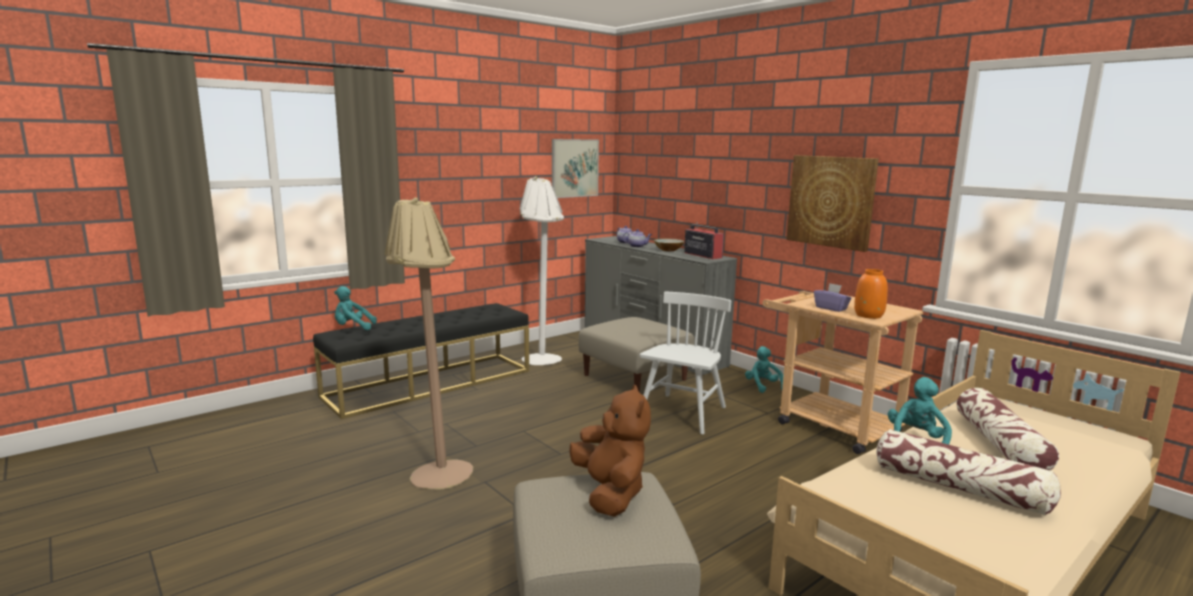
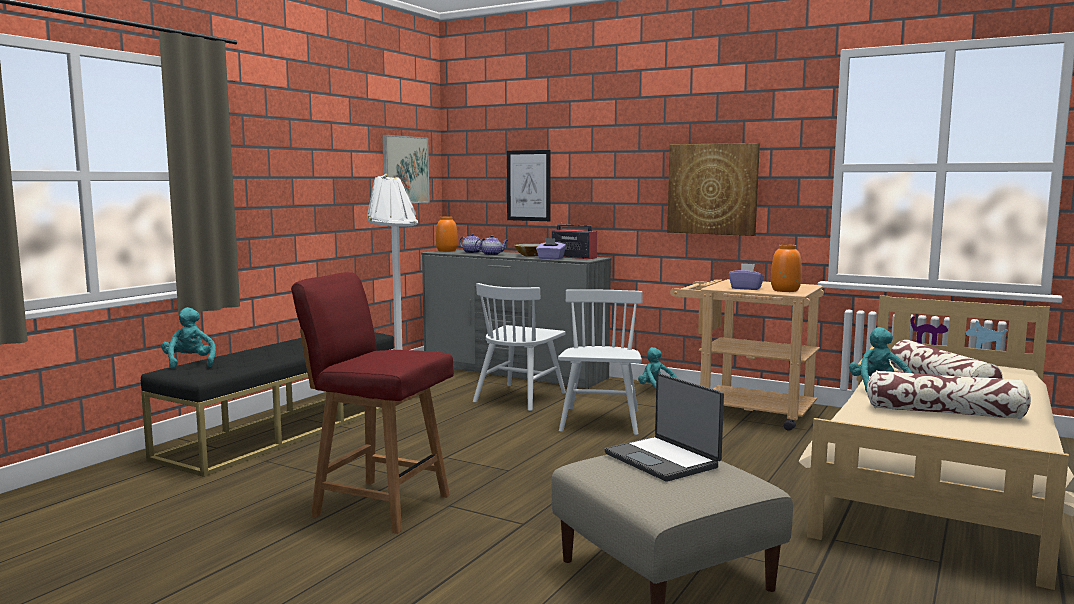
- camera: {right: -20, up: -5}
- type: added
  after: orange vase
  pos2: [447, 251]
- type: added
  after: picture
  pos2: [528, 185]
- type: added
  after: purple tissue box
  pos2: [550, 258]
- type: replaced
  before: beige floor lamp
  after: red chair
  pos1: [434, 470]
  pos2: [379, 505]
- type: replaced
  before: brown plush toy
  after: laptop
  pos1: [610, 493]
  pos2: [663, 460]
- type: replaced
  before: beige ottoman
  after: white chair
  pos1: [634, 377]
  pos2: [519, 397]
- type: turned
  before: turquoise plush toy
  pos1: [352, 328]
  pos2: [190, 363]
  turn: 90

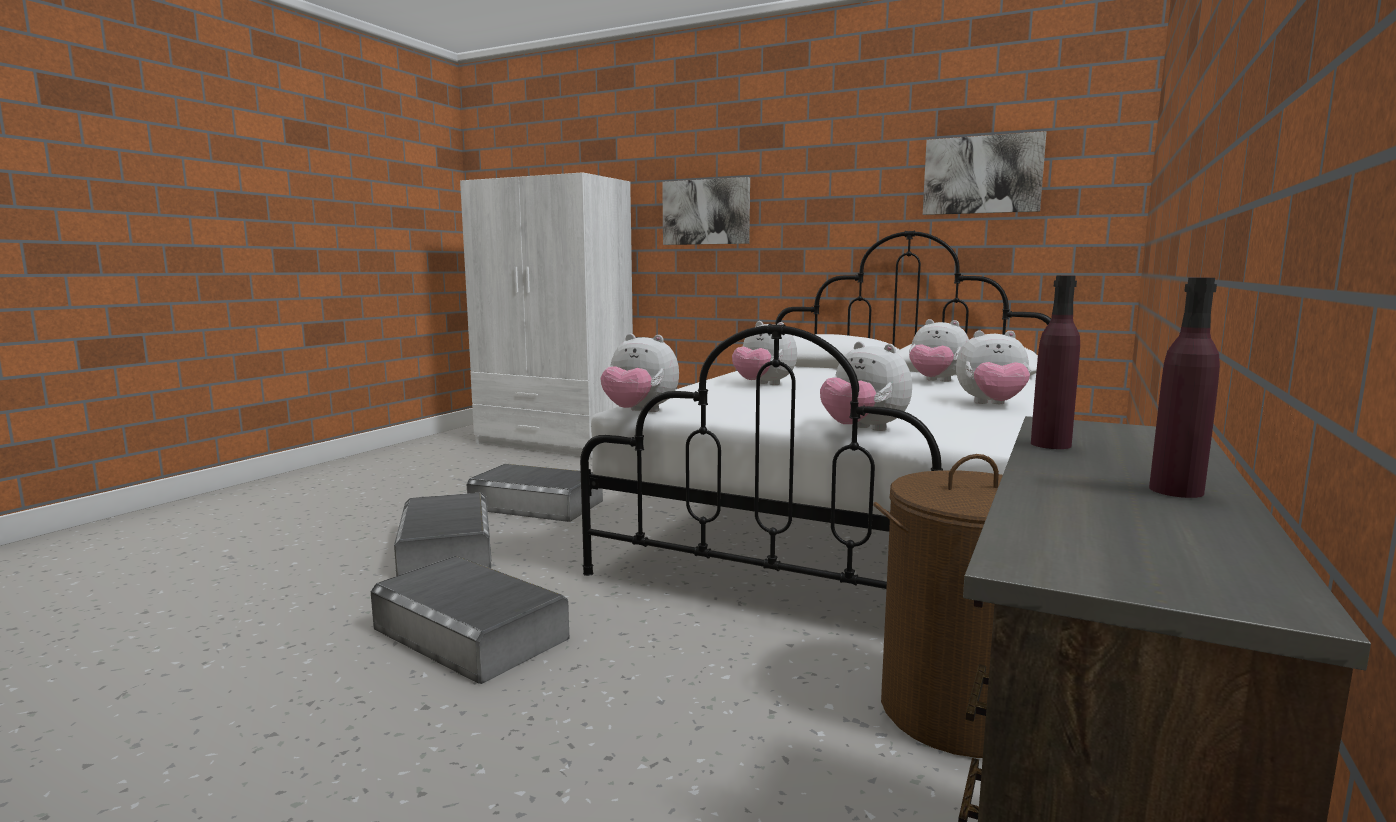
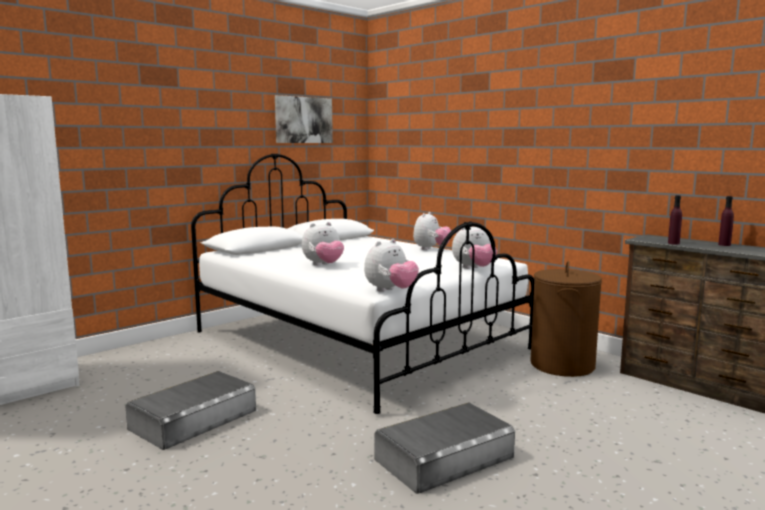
- camera: {right: -70, up: 0}
- type: removed
  before: grey storage box
  pos1: [447, 548]
- type: removed
  before: picture
  pos1: [706, 212]
- type: removed
  before: plush toy
  pos1: [935, 381]

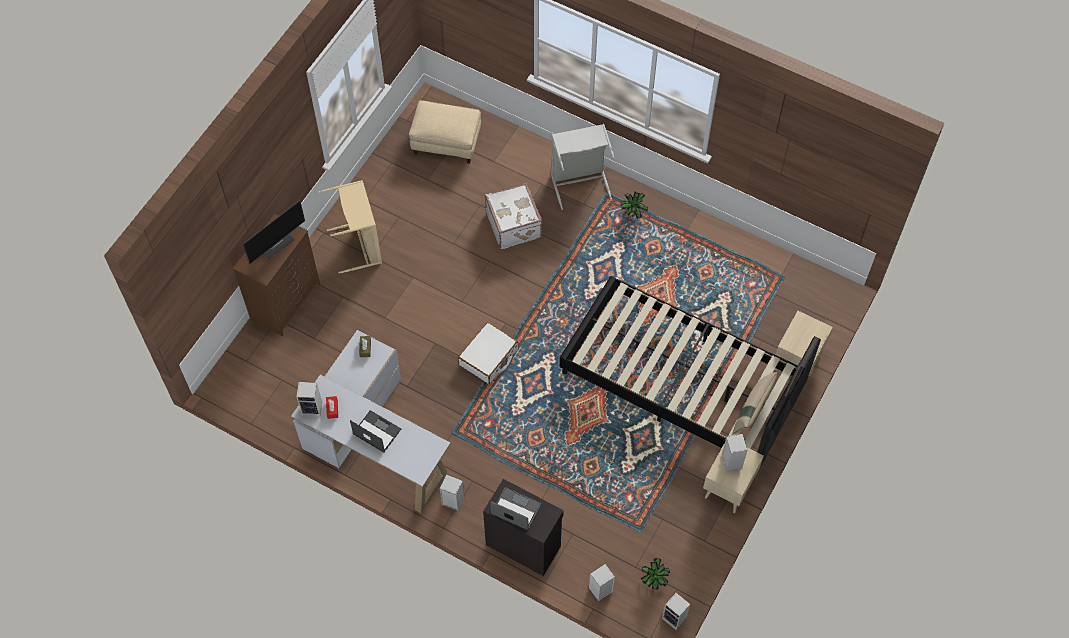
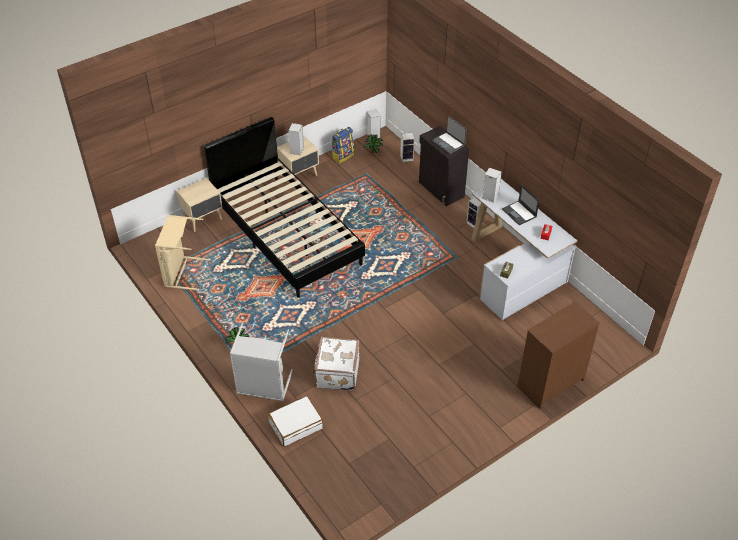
- camera: {right: -155, up: -15}
- type: removed
  before: monitor
  pos1: [275, 242]
- type: removed
  before: beige ottoman
  pos1: [447, 141]
- type: removed
  before: beige pillow
  pos1: [752, 410]
- type: added
  after: backpack
  pos2: [342, 156]
- type: moved
  before: speaker
  pos1: [313, 408]
  pos2: [489, 197]
- type: moved
  before: beige laundry basket
  pos1: [361, 245]
  pos2: [182, 272]
- type: moved
  before: white suitcase
  pos1: [488, 357]
  pos2: [296, 425]

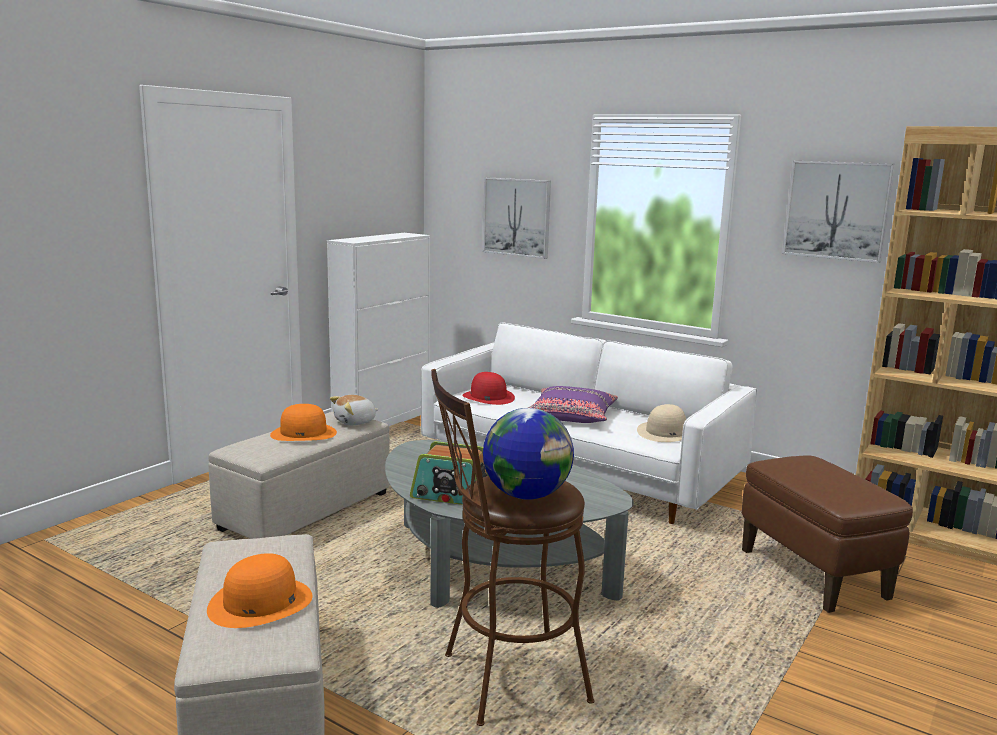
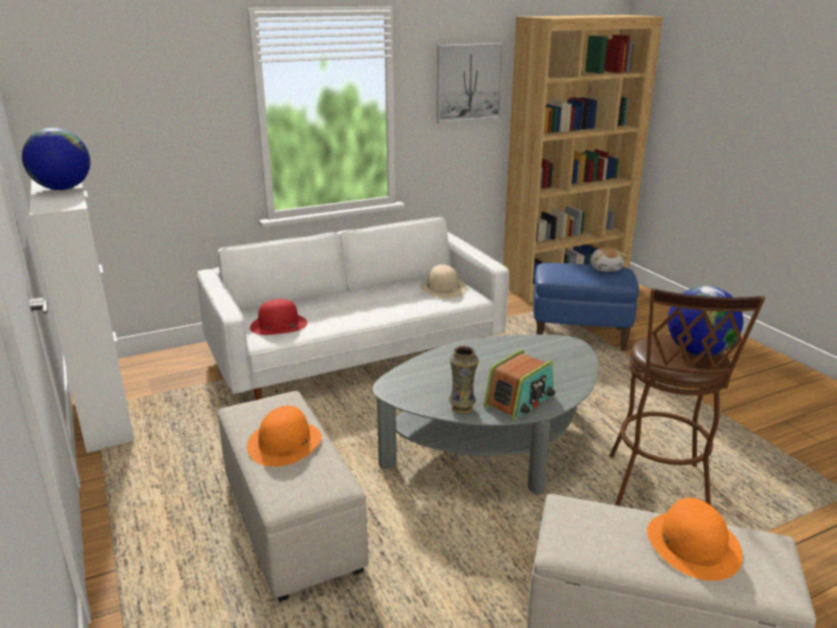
- camera: {right: -60, up: 10}
- type: removed
  before: picture
  pos1: [517, 217]
- type: removed
  before: purple pillow
  pos1: [572, 416]
- type: added
  after: globe
  pos2: [62, 189]
- type: added
  after: vase
  pos2: [462, 408]
- type: moved
  before: plush toy
  pos1: [355, 422]
  pos2: [606, 268]
- type: recoloured
  before: brown ottoman
  after: blue ottoman
  pos1: [813, 574]
  pos2: [580, 336]

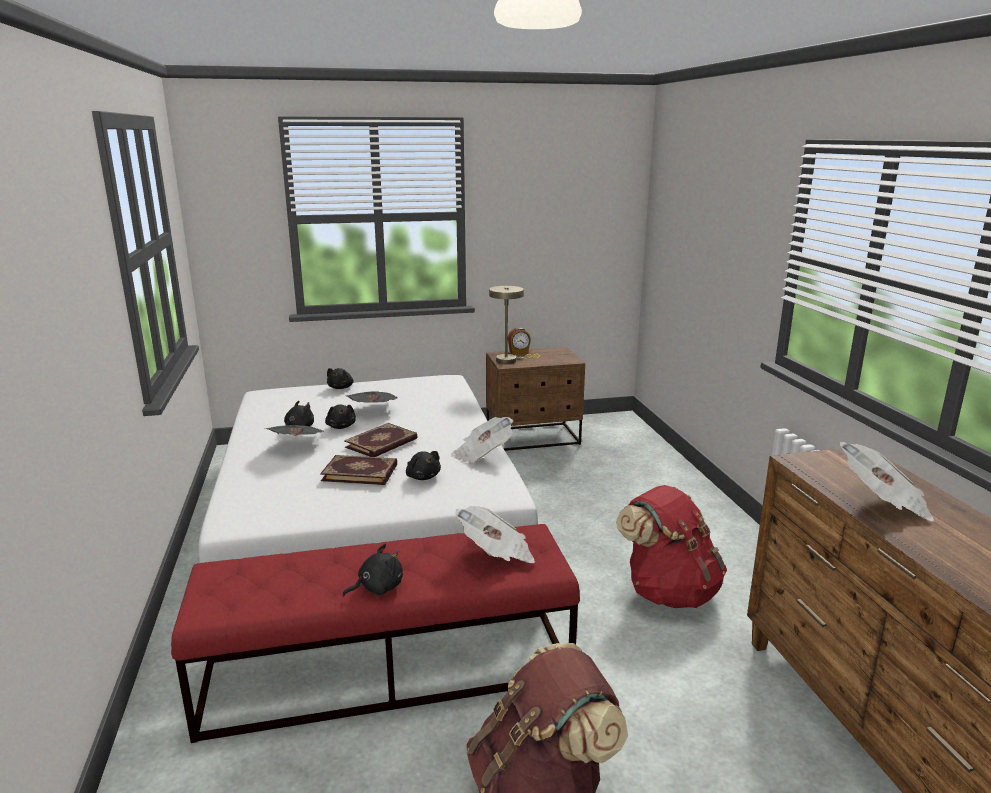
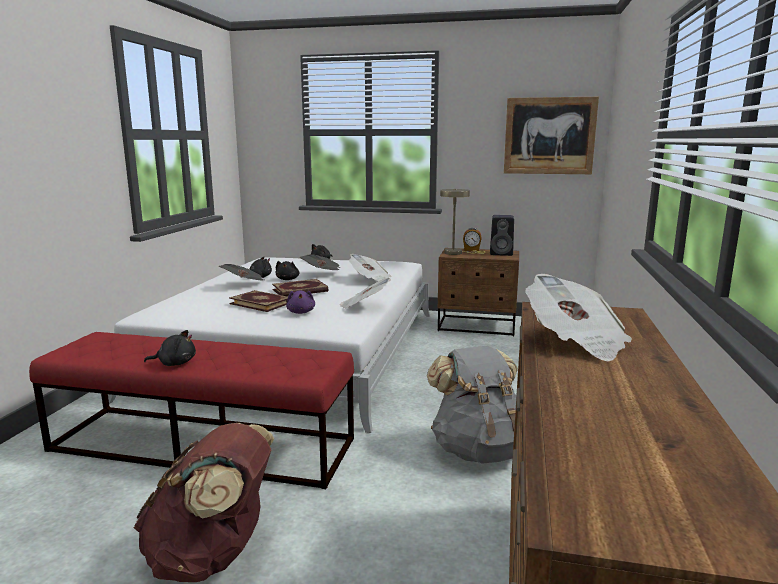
- camera: {right: 25, up: -5}
- type: added
  after: black speaker
  pos2: [502, 253]
- type: added
  after: picture
  pos2: [549, 136]
- type: moved
  before: newspaper
  pos1: [496, 553]
  pos2: [370, 280]
- type: recoloured
  before: black plush toy
  after: purple plush toy
  pos1: [422, 477]
  pos2: [301, 312]
- type: recoloured
  before: red backpack
  after: grey backpack
  pos1: [668, 591]
  pos2: [479, 450]

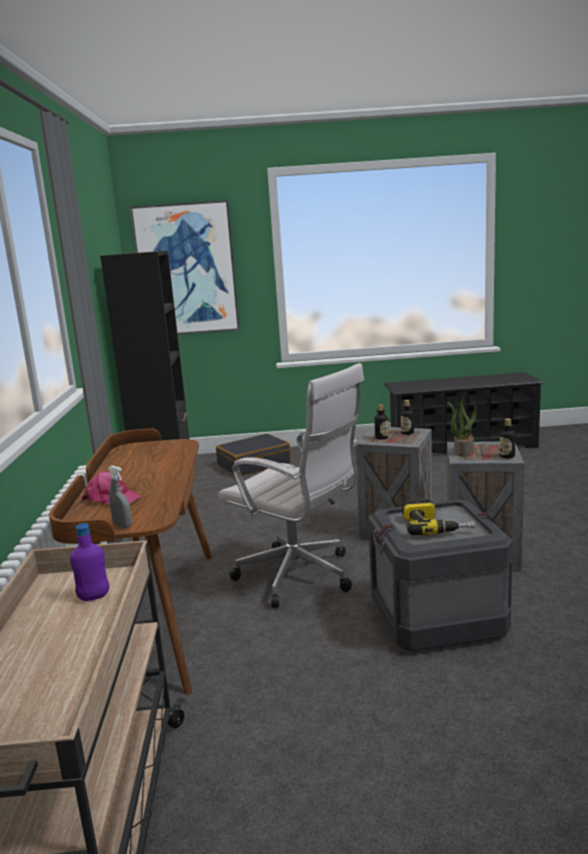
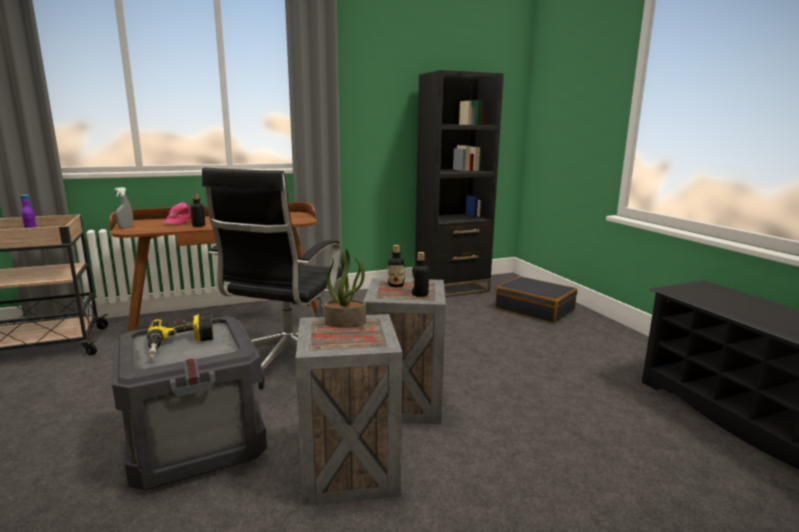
- camera: {right: 70, up: 0}
- type: removed
  before: picture
  pos1: [187, 269]
- type: moved
  before: bottle
  pos1: [507, 456]
  pos2: [198, 226]
- type: recoloured
  before: white office chair
  after: black office chair
  pos1: [300, 577]
  pos2: [286, 364]

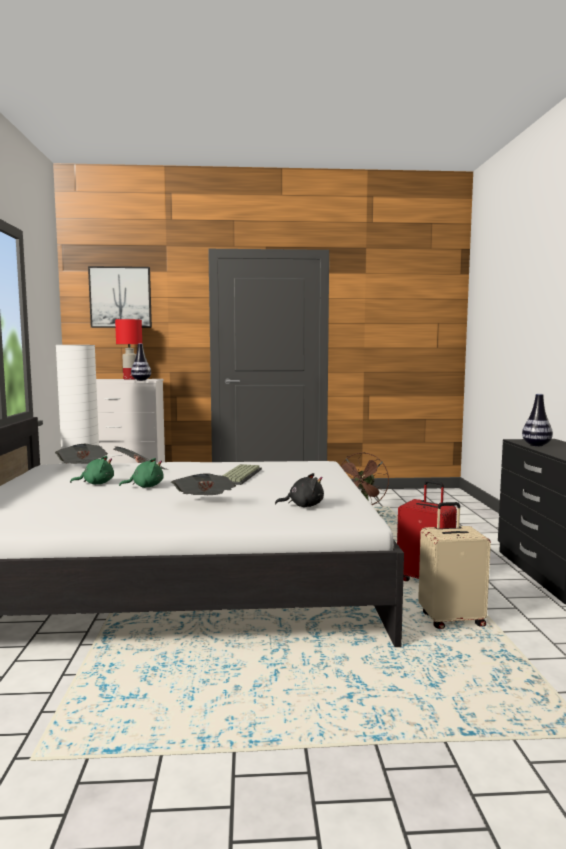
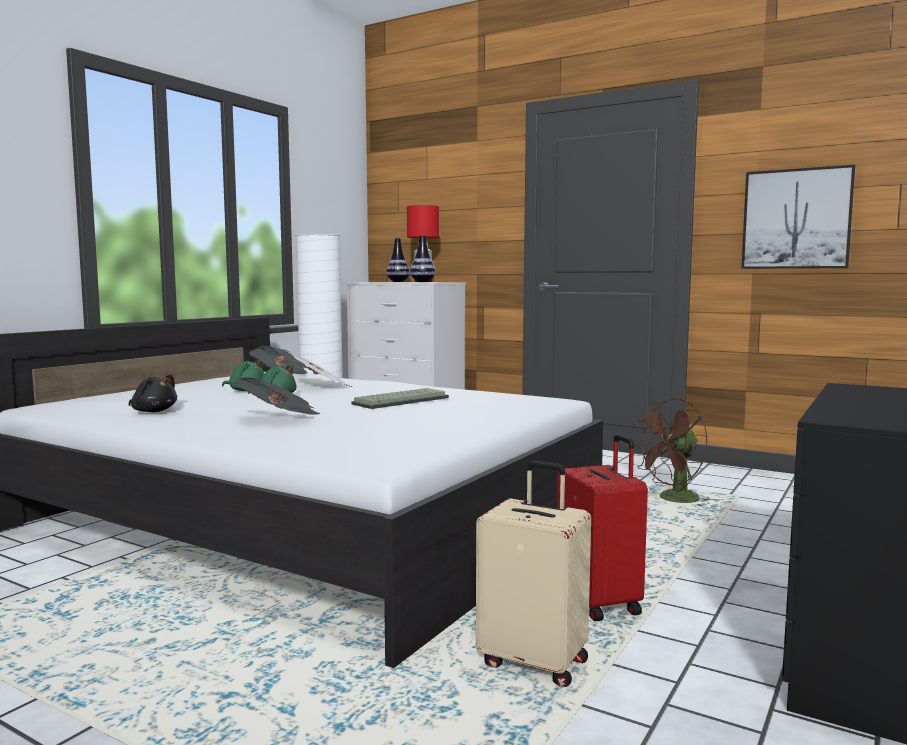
- camera: {right: 35, up: 0}
- type: moved
  before: picture
  pos1: [120, 297]
  pos2: [796, 219]
- type: moved
  before: black plush toy
  pos1: [303, 506]
  pos2: [153, 411]
- type: moved
  before: vase
  pos1: [536, 445]
  pos2: [398, 281]

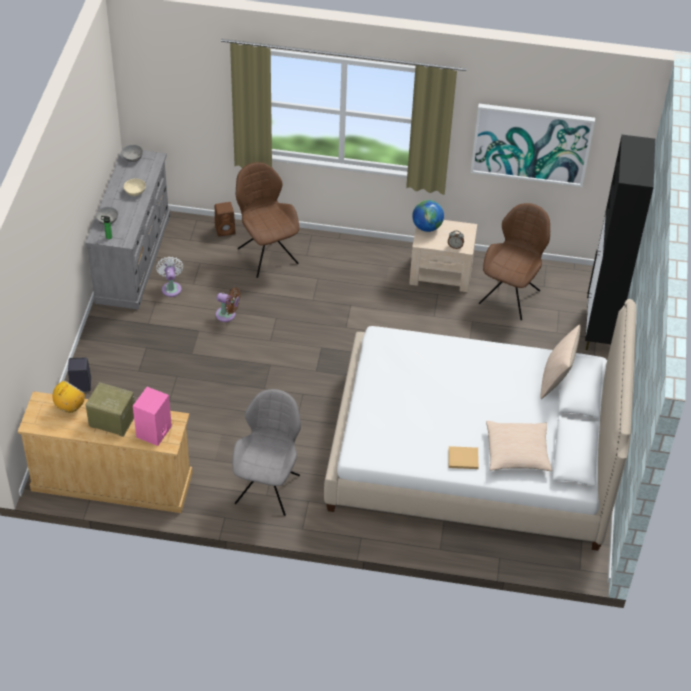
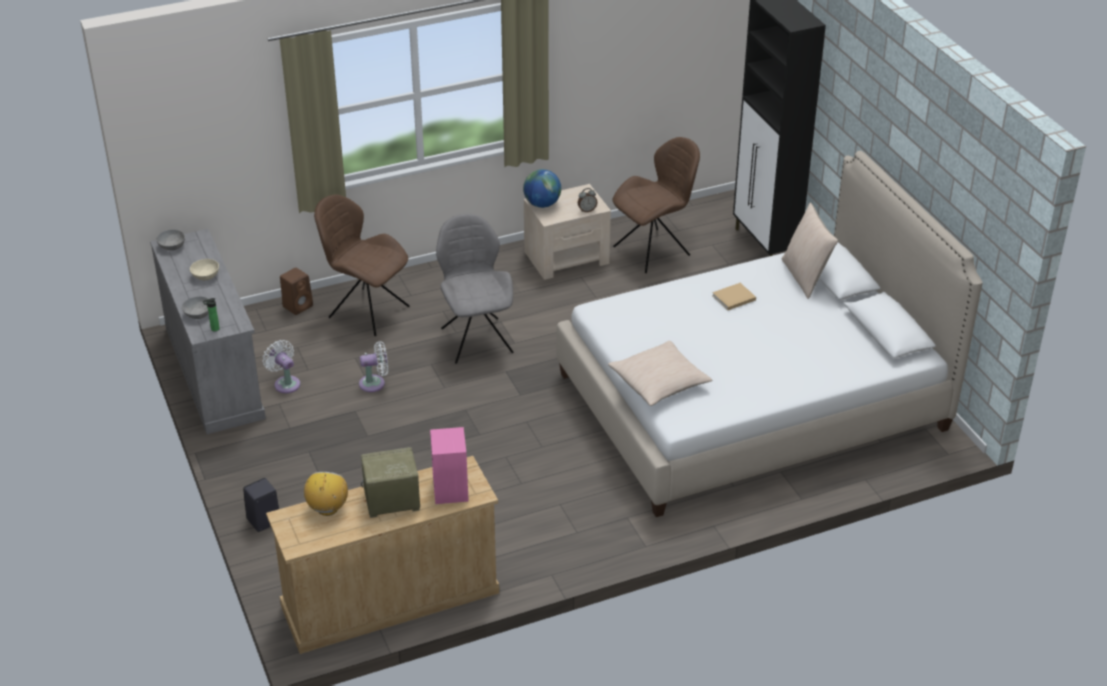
- camera: {right: -30, up: -10}
- type: removed
  before: picture
  pos1: [531, 144]
- type: moved
  before: grey chair
  pos1: [268, 487]
  pos2: [476, 338]
- type: moved
  before: beige book
  pos1: [462, 458]
  pos2: [732, 298]
- type: moved
  before: beige pillow
  pos1: [517, 452]
  pos2: [659, 382]
- type: recoloured
  before: brown fan
  after: white fan
  pos1: [227, 315]
  pos2: [375, 383]
- type: turned
  before: brown chair
  pos1: [510, 295]
  pos2: [654, 250]
  turn: 60

